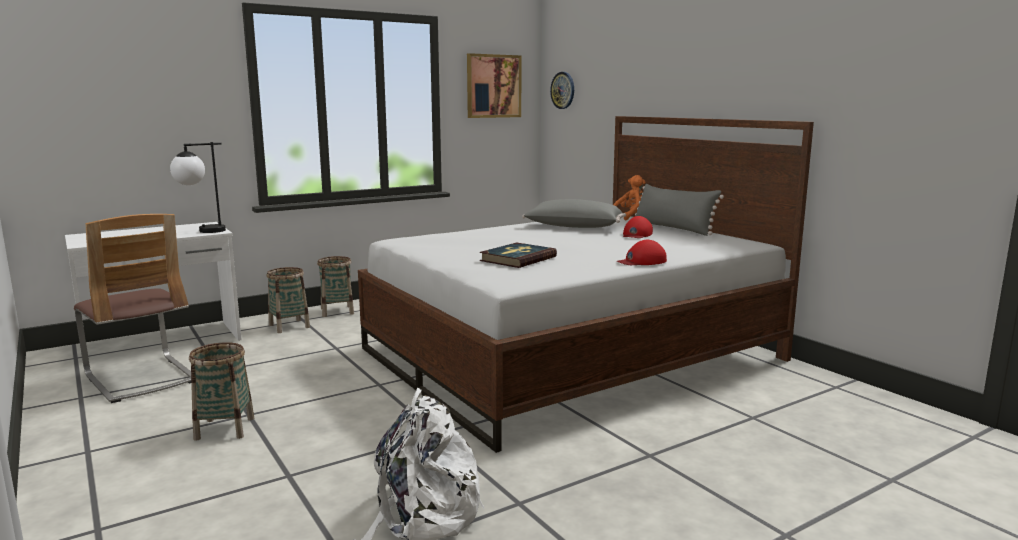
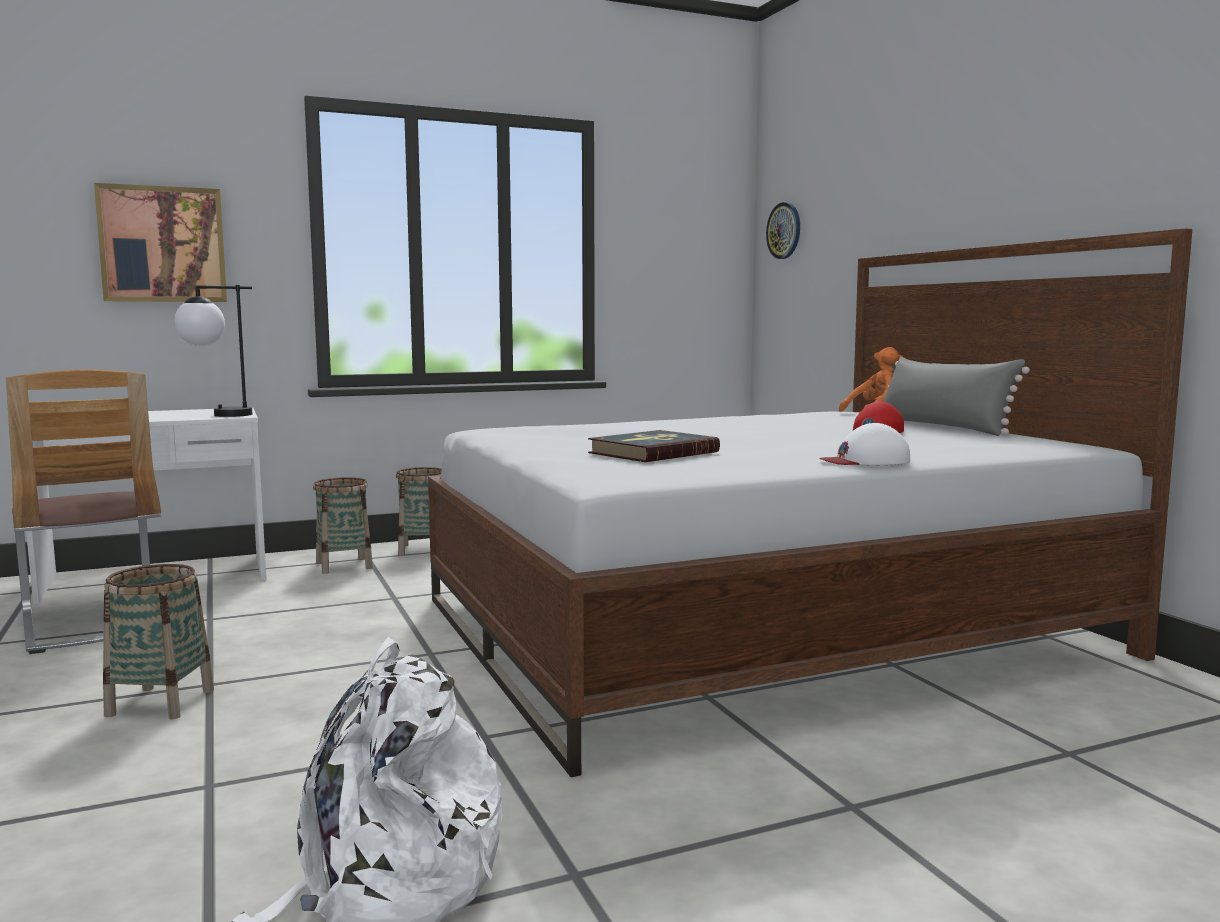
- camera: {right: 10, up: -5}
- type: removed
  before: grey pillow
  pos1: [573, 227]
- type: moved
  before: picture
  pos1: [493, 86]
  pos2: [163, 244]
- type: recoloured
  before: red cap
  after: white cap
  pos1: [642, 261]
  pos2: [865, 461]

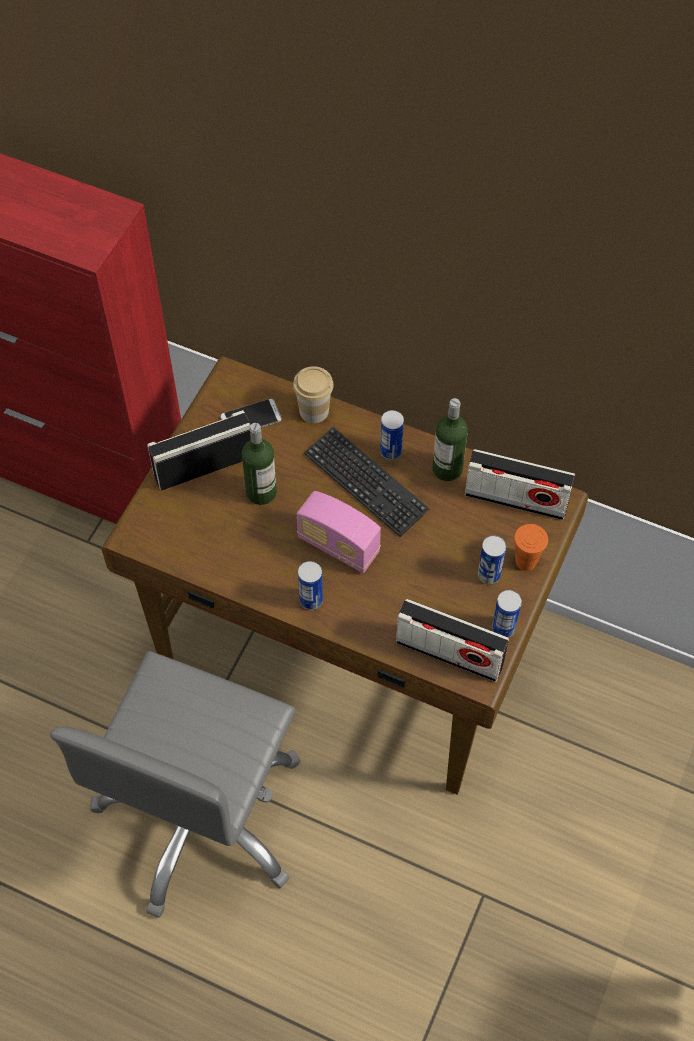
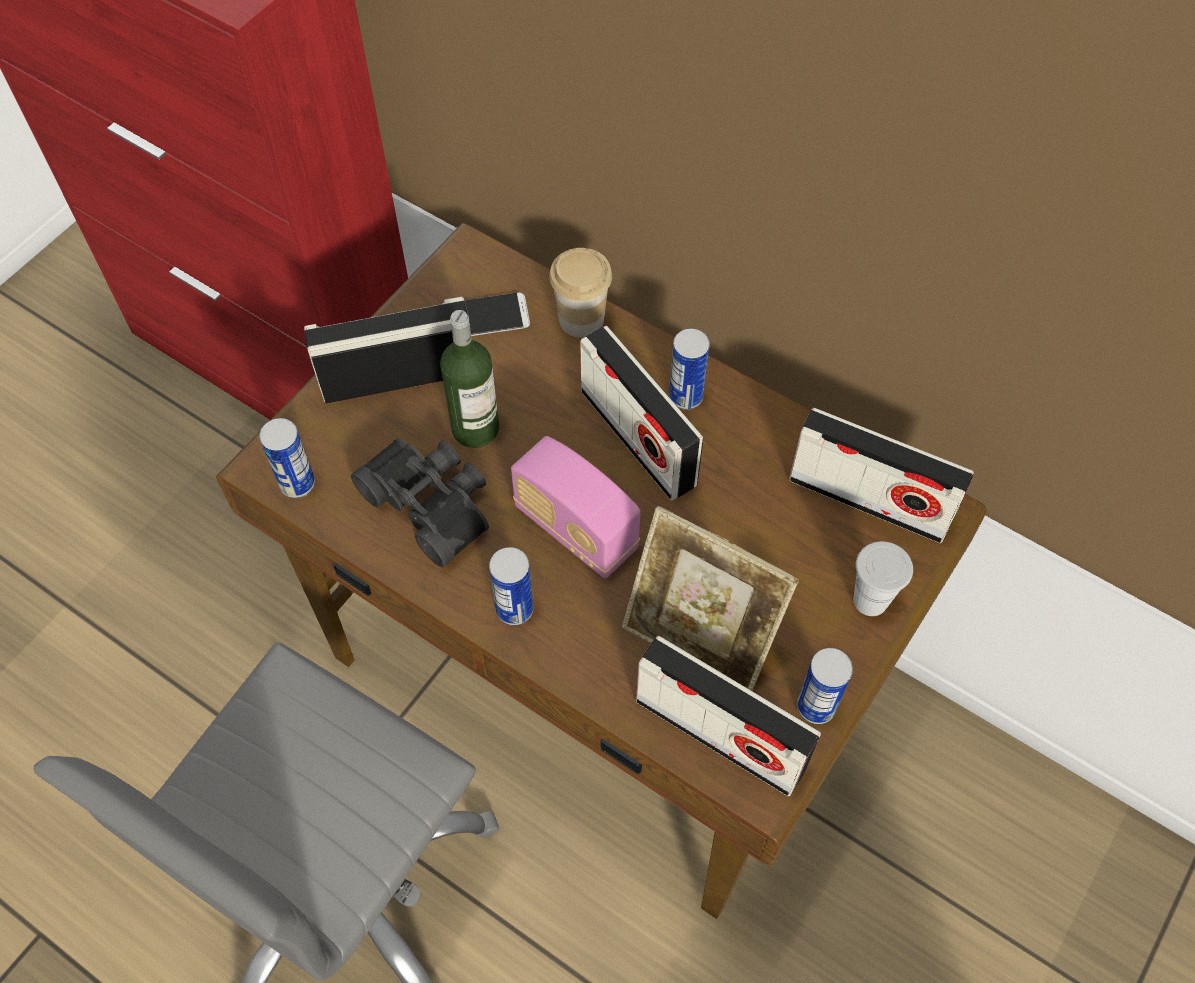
- camera: {right: 10, up: 0}
- type: removed
  before: bottle
  pos1: [447, 468]
- type: added
  after: black binoculars
  pos2: [432, 503]
- type: added
  after: picture frame
  pos2: [699, 639]
- type: moved
  before: can
  pos1: [489, 575]
  pos2: [297, 484]
- type: replaced
  before: keyboard
  after: radio
  pos1: [365, 483]
  pos2: [638, 438]
- type: recoloured
  before: orange cup
  after: white cup
  pos1: [526, 561]
  pos2: [870, 600]

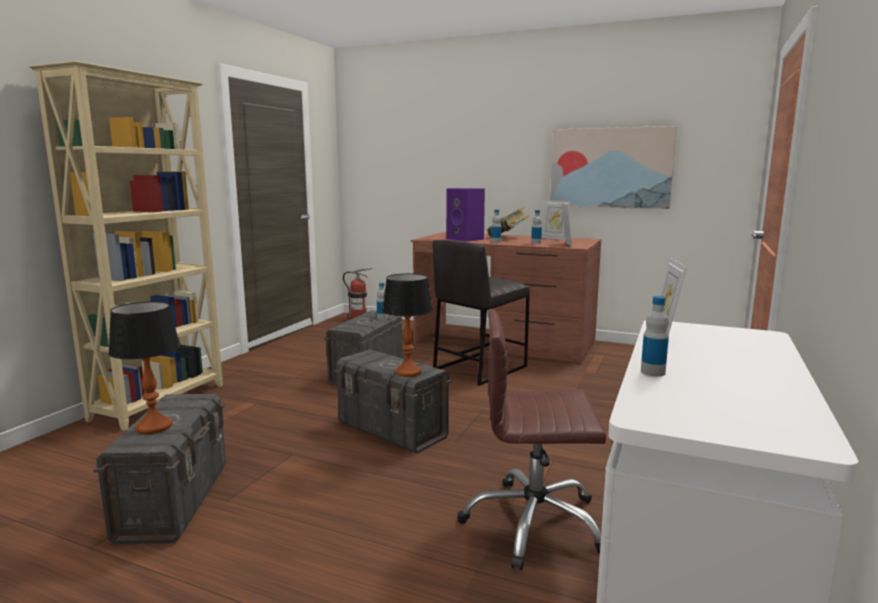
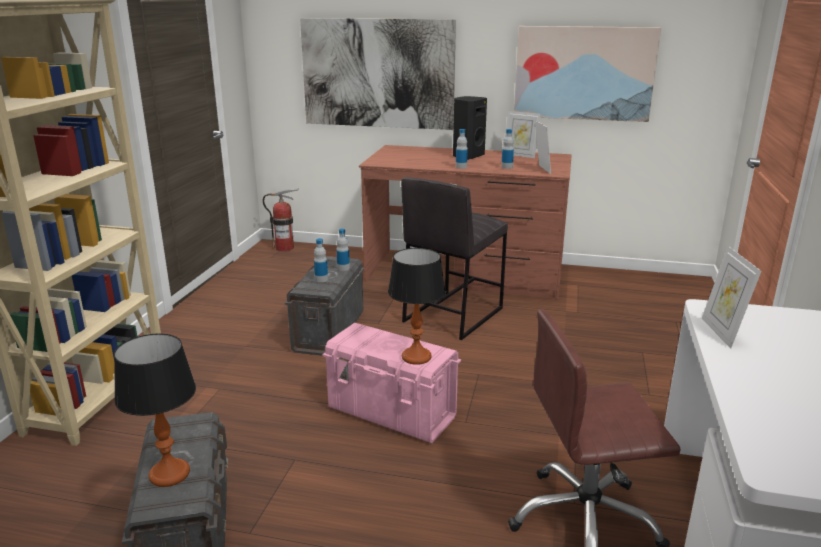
- camera: {right: -10, up: 10}
- type: removed
  before: purple speaker
  pos1: [466, 239]
- type: added
  after: picture
  pos2: [378, 73]
- type: moved
  before: bottle
  pos1: [652, 372]
  pos2: [321, 279]
- type: replaced
  before: book
  after: black speaker
  pos1: [507, 237]
  pos2: [467, 156]
- type: recoloured
  before: grey storage box
  after: pink storage box
  pos1: [392, 430]
  pos2: [392, 413]

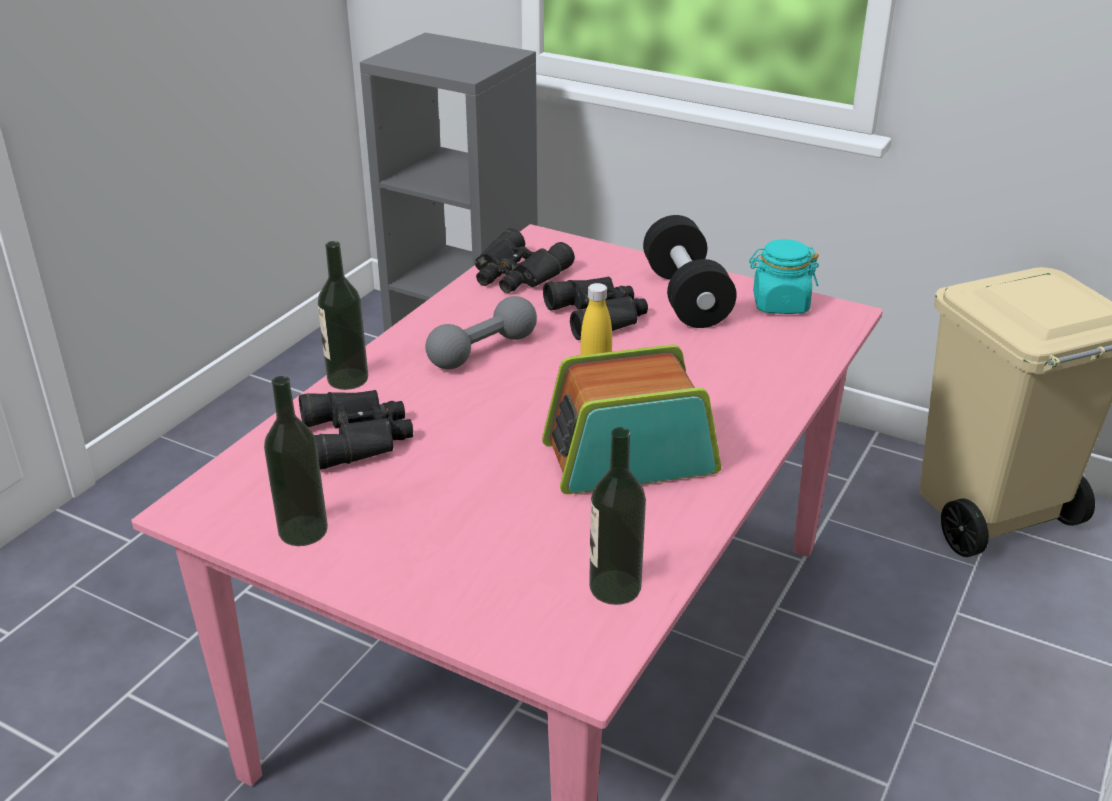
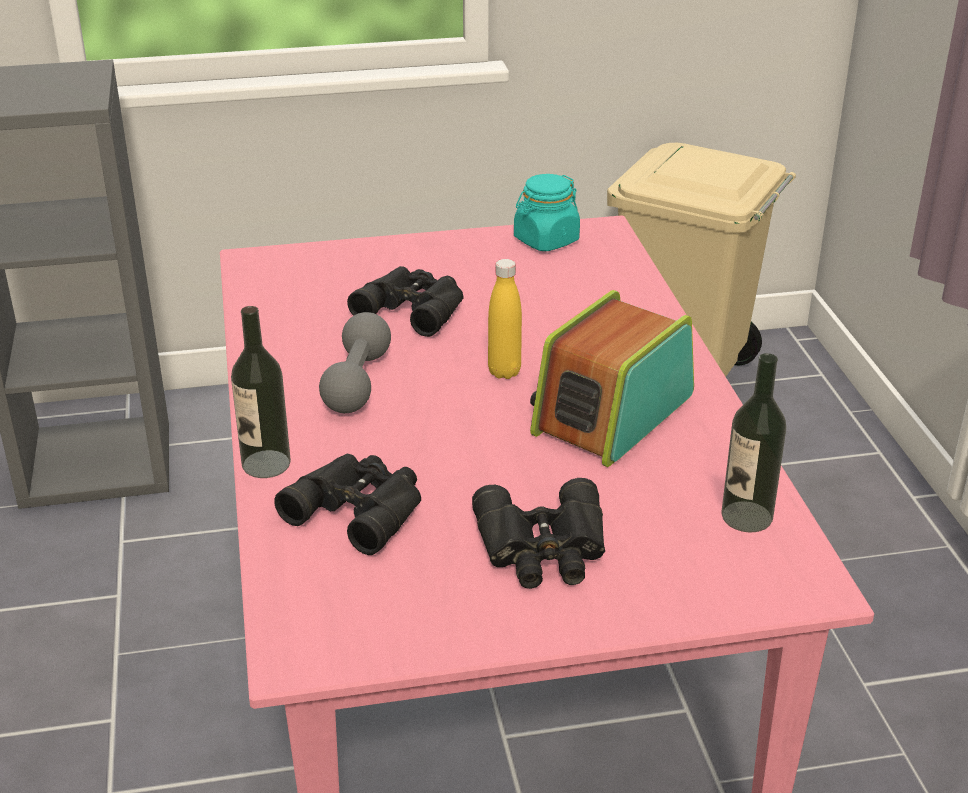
- camera: {right: -40, up: 0}
- type: removed
  before: bottle
  pos1: [303, 530]
- type: removed
  before: black dumbbell
  pos1: [686, 297]
- type: moved
  before: black binoculars
  pos1: [517, 274]
  pos2: [543, 549]

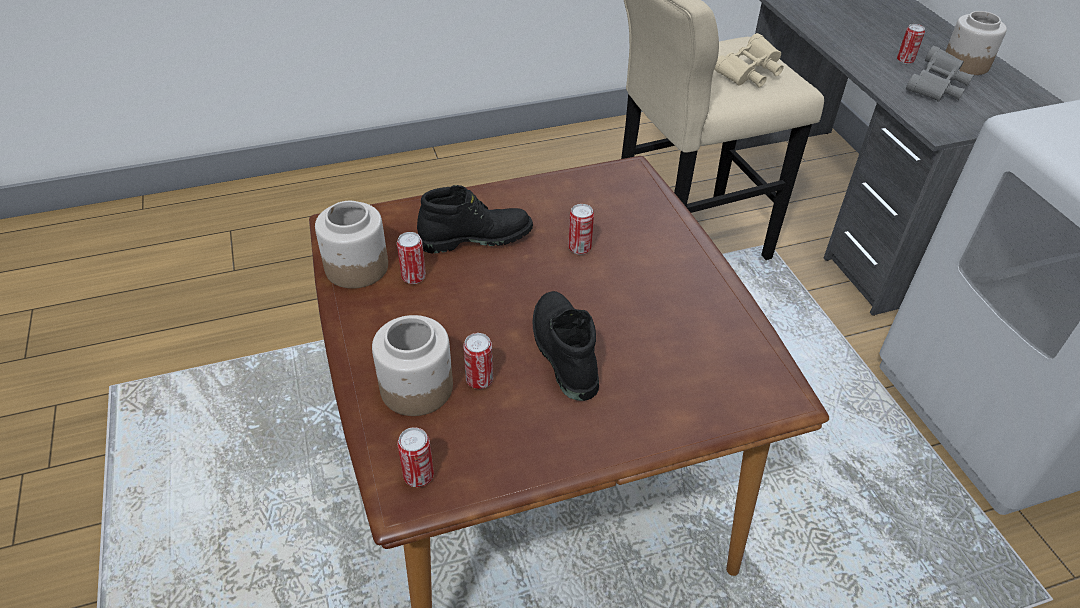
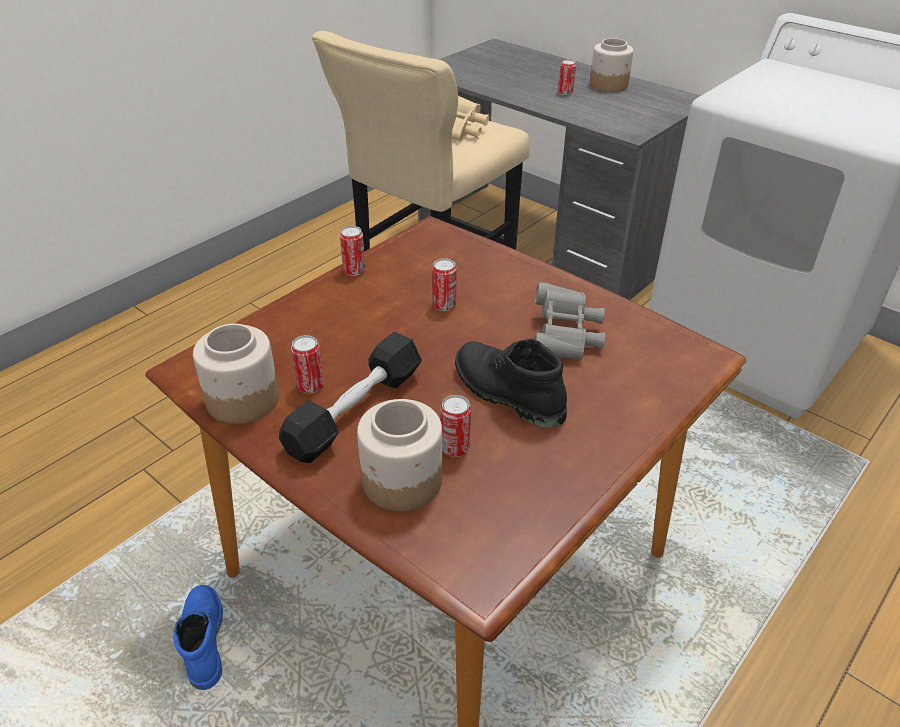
- camera: {right: -30, up: -5}
- type: removed
  before: black boot
  pos1: [476, 237]
- type: added
  after: blue boot
  pos2: [202, 640]
- type: added
  after: black dumbbell
  pos2: [355, 411]
- type: moved
  before: can
  pos1: [418, 476]
  pos2: [354, 271]
- type: moved
  before: grey binoculars
  pos1: [936, 88]
  pos2: [565, 337]

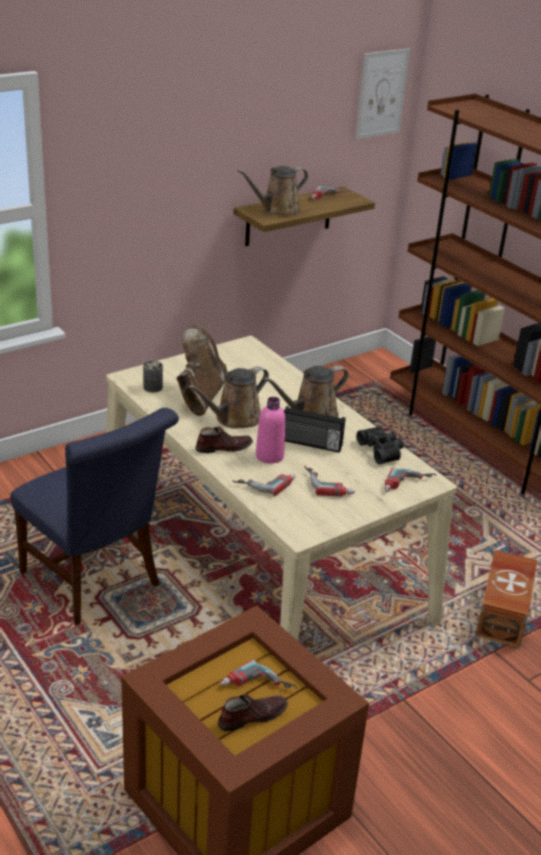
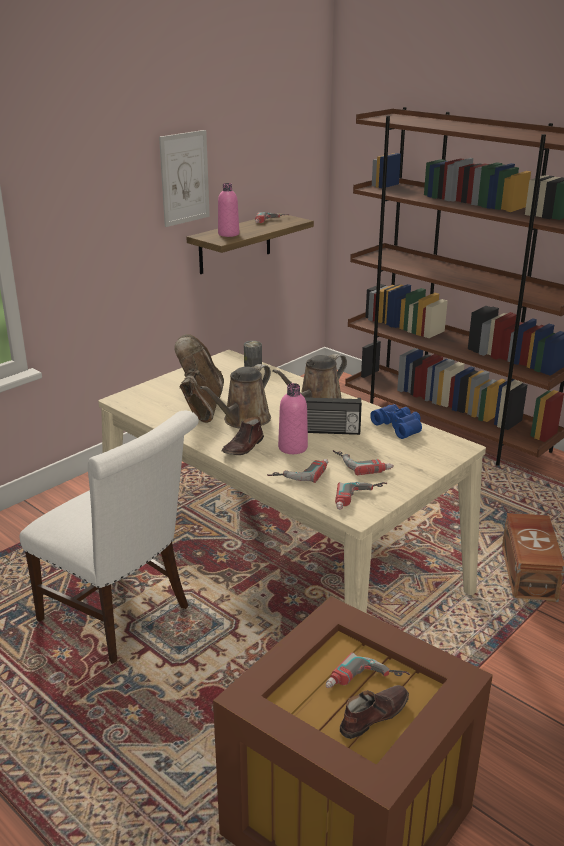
- camera: {right: -10, up: -5}
- type: moved
  before: can
  pos1: [153, 387]
  pos2: [253, 366]
- type: moved
  before: picture
  pos1: [381, 94]
  pos2: [184, 178]
- type: moved
  before: power drill
  pos1: [409, 486]
  pos2: [361, 500]
- type: replaced
  before: brown watering can
  after: pink bottle
  pos1: [277, 210]
  pos2: [228, 234]
- type: recoloured
  before: blue chair
  after: white chair
  pos1: [96, 583]
  pos2: [121, 616]
- type: recoloured
  before: black binoculars
  after: blue binoculars
  pos1: [382, 450]
  pos2: [399, 427]
- type: turned
  before: brown shoe
  pos1: [223, 447]
  pos2: [243, 447]
  turn: 150

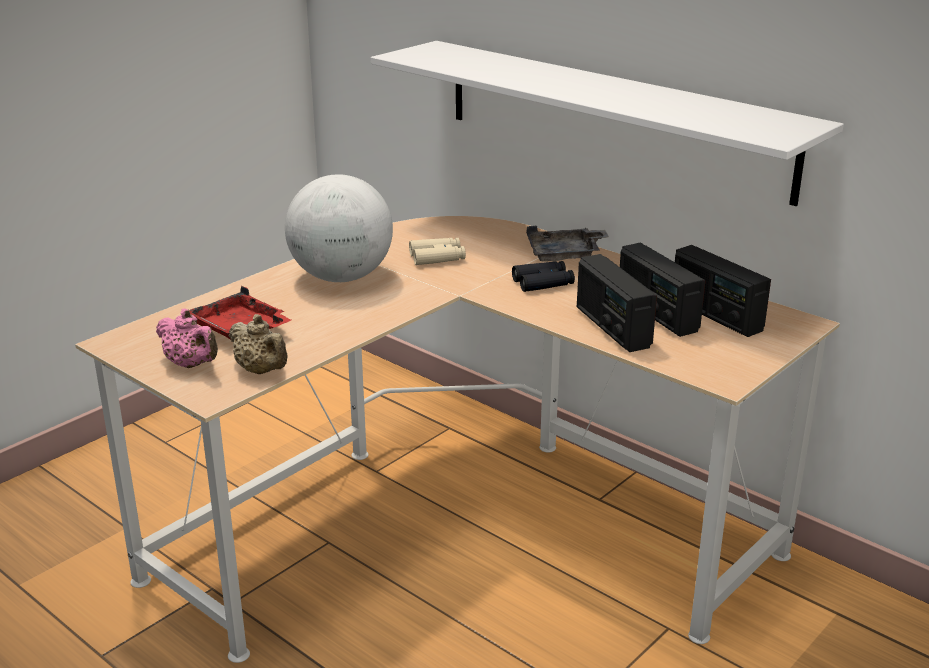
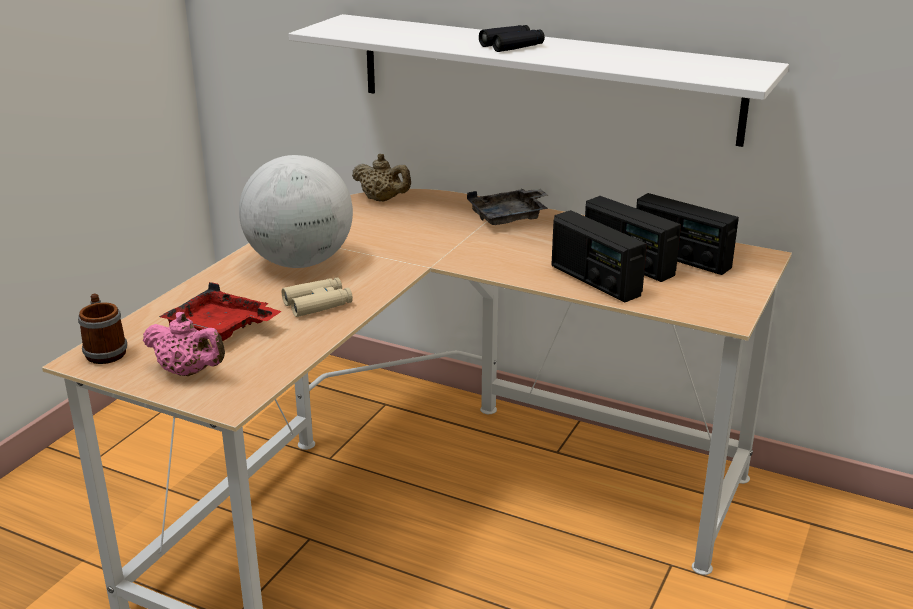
- camera: {right: -15, up: 0}
- type: added
  after: mug
  pos2: [105, 351]
- type: moved
  before: beige teapot
  pos1: [262, 371]
  pos2: [382, 200]
- type: moved
  before: beige binoculars
  pos1: [437, 257]
  pos2: [318, 304]
- type: moved
  before: black binoculars
  pos1: [543, 283]
  pos2: [512, 46]

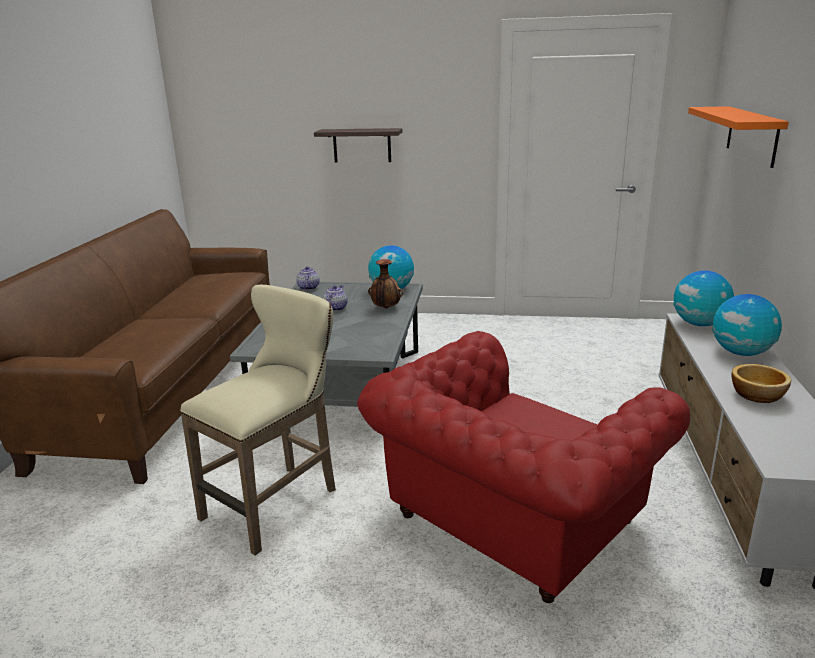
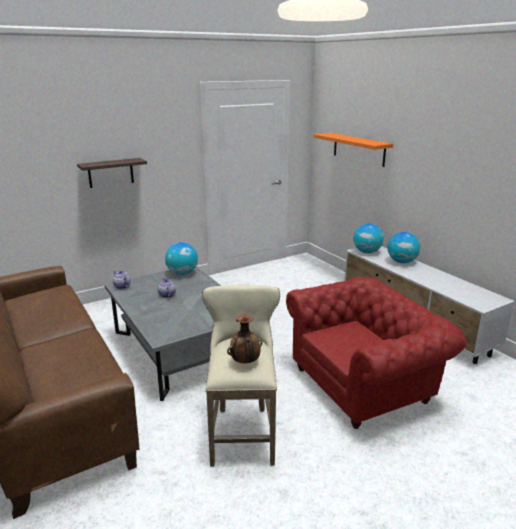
- camera: {right: -40, up: 0}
- type: removed
  before: bowl
  pos1: [758, 395]
- type: moved
  before: vase
  pos1: [385, 308]
  pos2: [245, 362]
- type: turned
  before: red armchair
  pos1: [508, 522]
  pos2: [364, 384]
  turn: -120

